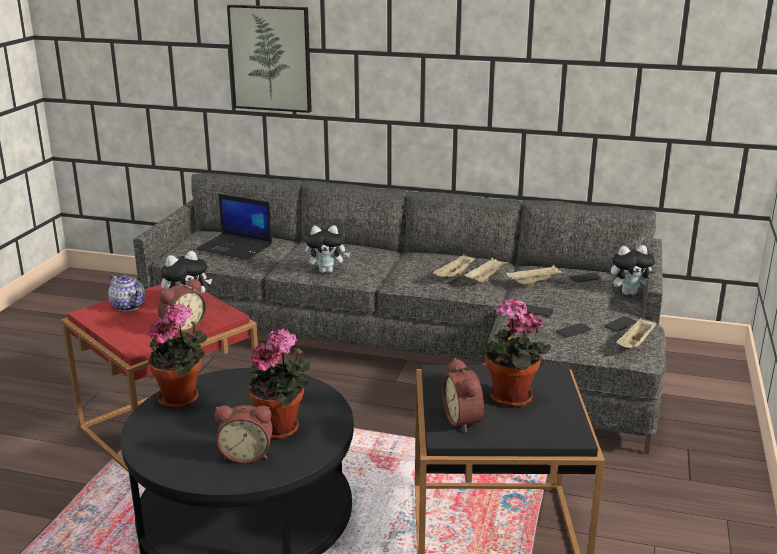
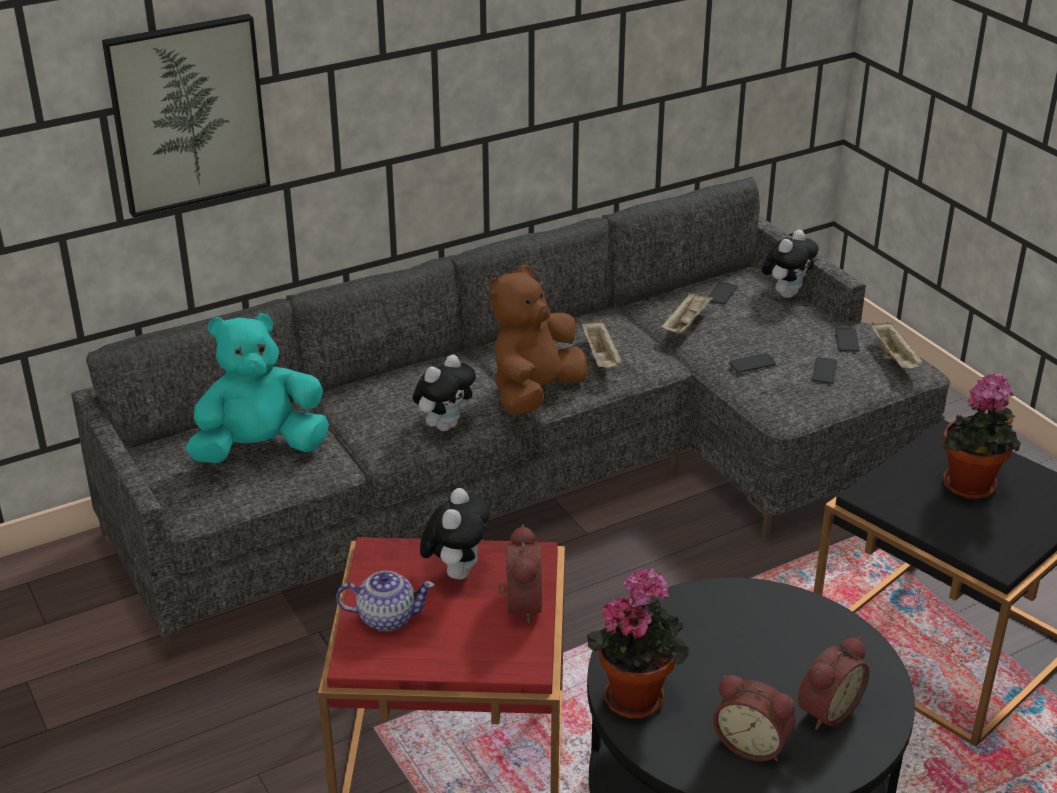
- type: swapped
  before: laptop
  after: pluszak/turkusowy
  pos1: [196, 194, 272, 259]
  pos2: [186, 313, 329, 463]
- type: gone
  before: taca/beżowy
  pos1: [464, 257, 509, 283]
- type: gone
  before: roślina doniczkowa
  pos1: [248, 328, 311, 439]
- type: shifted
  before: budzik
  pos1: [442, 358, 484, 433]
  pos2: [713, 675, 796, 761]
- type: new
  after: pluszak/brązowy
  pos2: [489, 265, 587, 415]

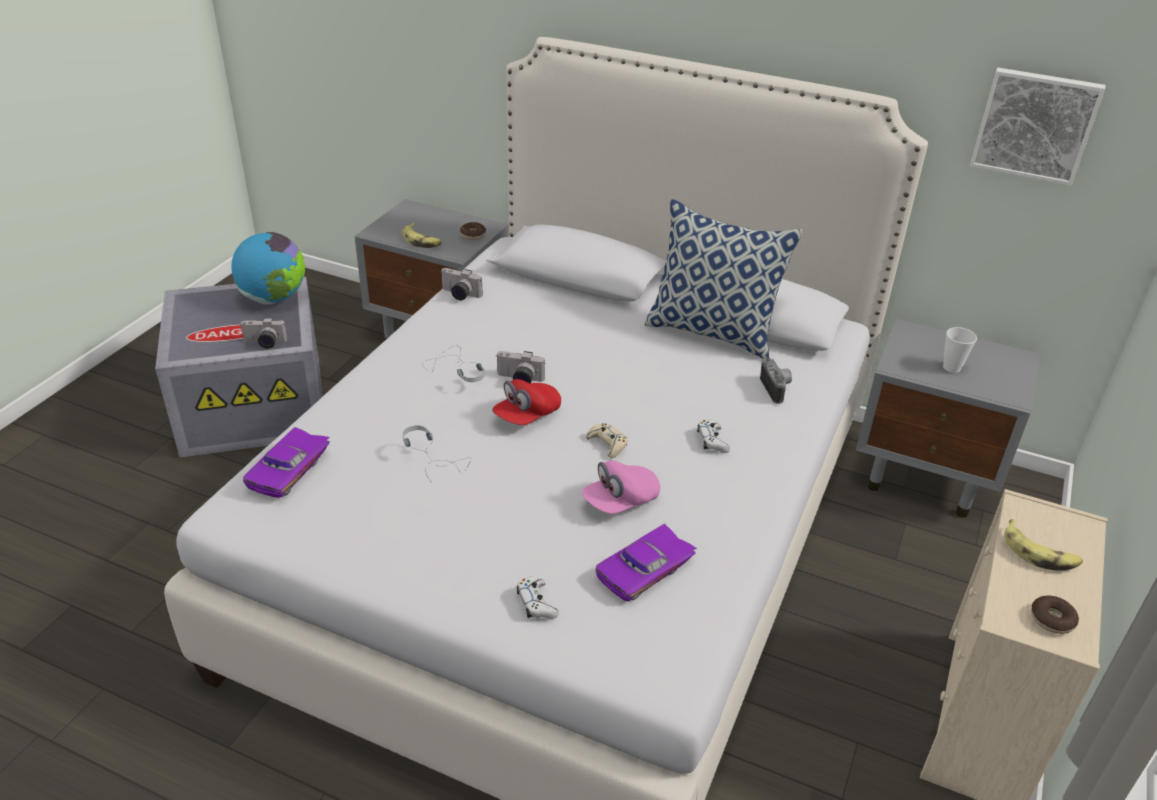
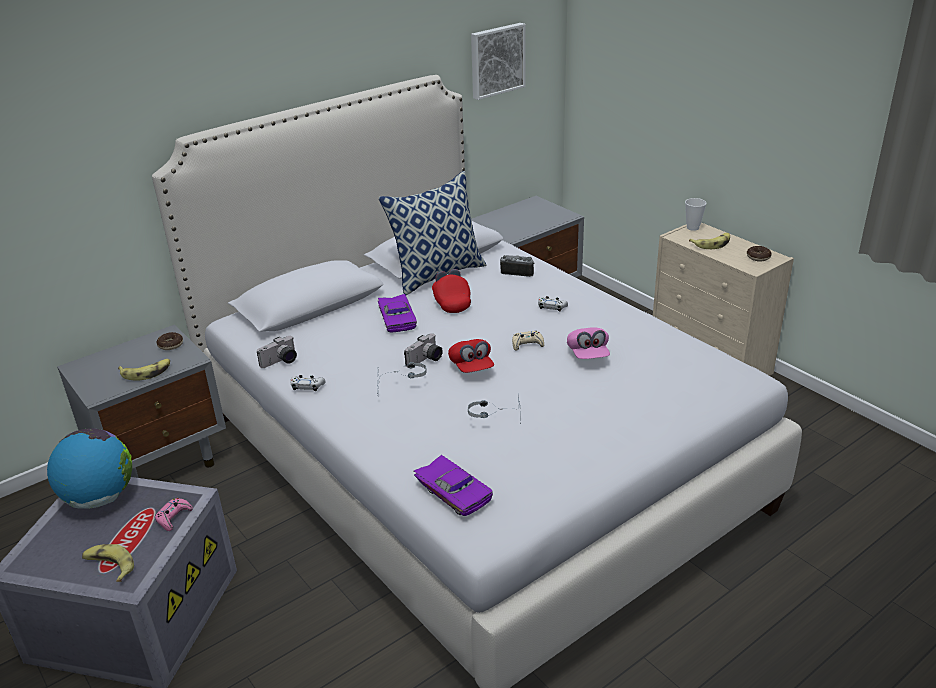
- type: swapped
  before: aparat fotograficzny
  after: pad do gier/różowy
  pos1: [240, 318, 287, 349]
  pos2: [155, 498, 193, 531]
- type: shifted
  before: filiżanka
  pos1: [943, 327, 977, 373]
  pos2: [685, 198, 707, 231]
- type: shifted
  before: samochodzik/fioletowy
  pos1: [595, 524, 697, 601]
  pos2: [378, 294, 417, 333]
- type: shifted
  before: pad do gier/biały
  pos1: [517, 576, 559, 619]
  pos2: [290, 375, 326, 391]
- type: new
  after: czapka z daszkiem/czerwony
  pos2: [432, 269, 471, 313]
- type: new
  after: banan
  pos2: [82, 544, 134, 582]

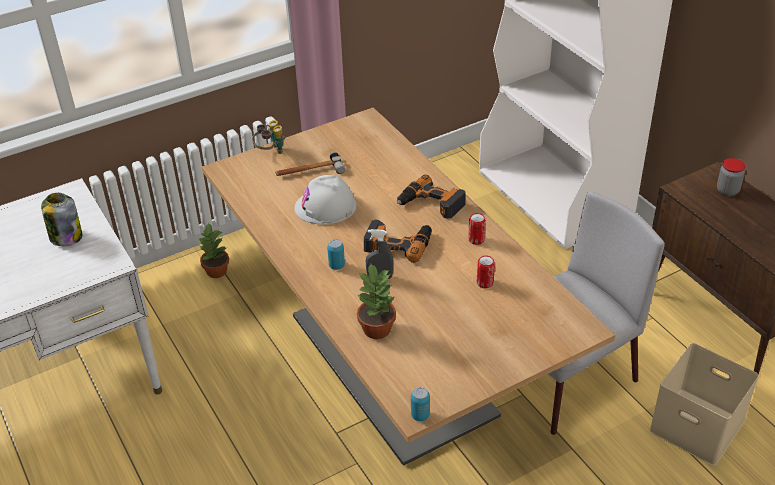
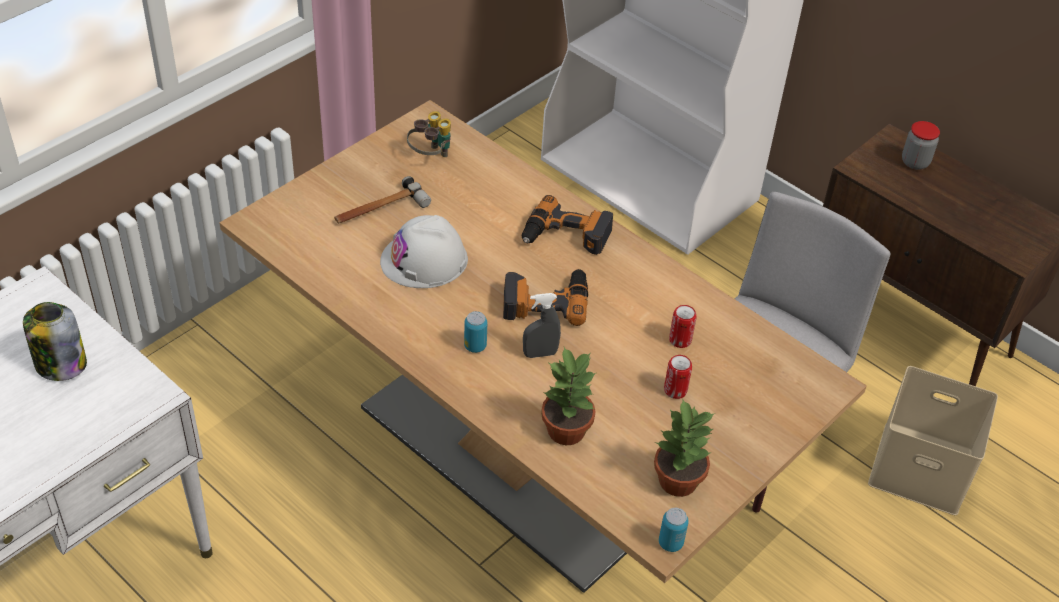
- type: shifted
  before: lornetka
  pos1: [252, 120, 285, 154]
  pos2: [407, 111, 451, 157]
- type: shifted
  before: puszka
  pos1: [468, 213, 486, 245]
  pos2: [664, 355, 692, 399]
- type: shifted
  before: roślina doniczkowa
  pos1: [199, 222, 229, 278]
  pos2: [654, 400, 715, 497]

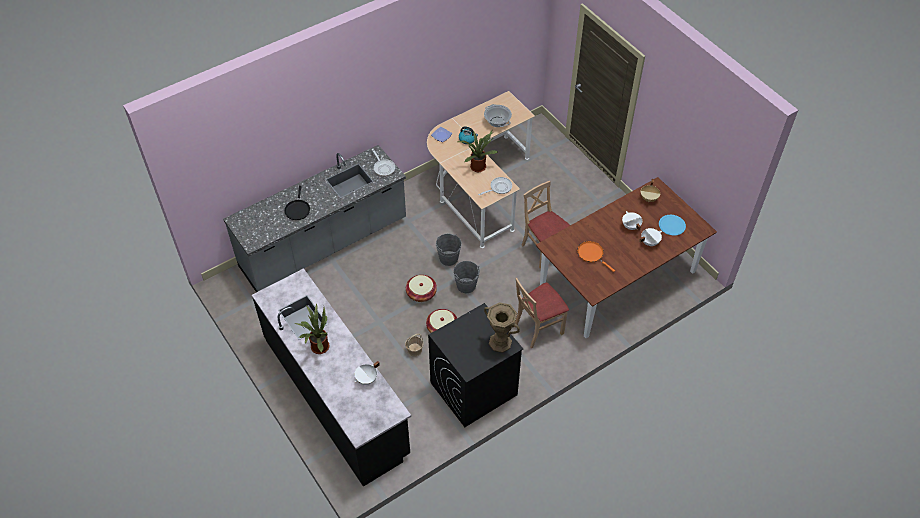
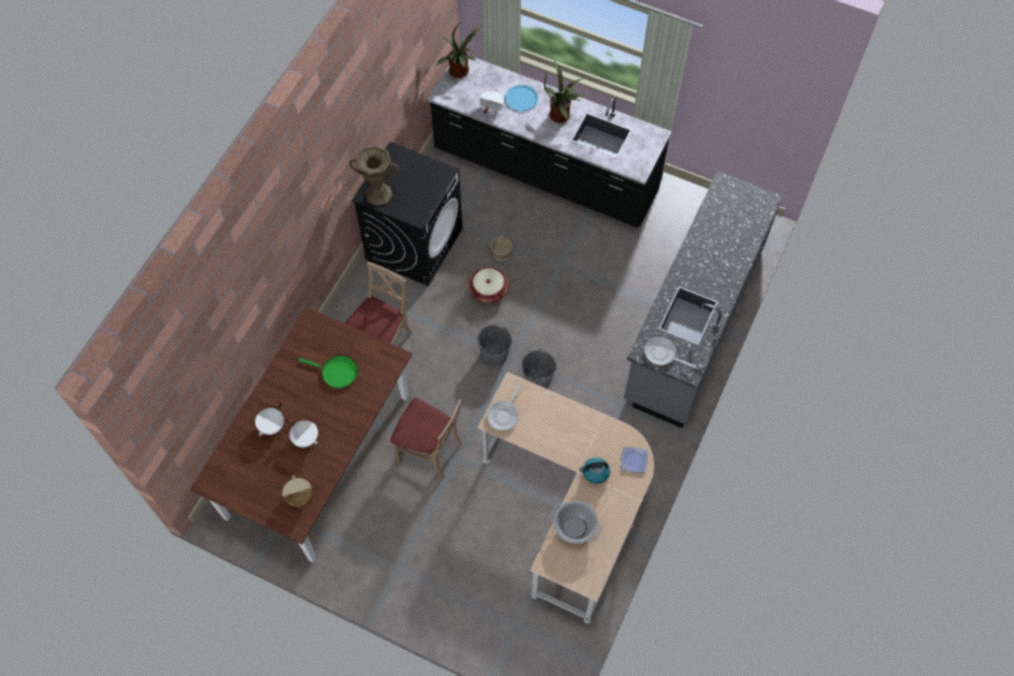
- type: shifted
  before: roślina doniczkowa
  pos1: [457, 131, 499, 172]
  pos2: [436, 22, 481, 78]
- type: gone
  before: patelnia/czarny
  pos1: [284, 186, 310, 220]
- type: shifted
  before: talerz/niebieski
  pos1: [659, 215, 686, 235]
  pos2: [505, 85, 538, 111]
- type: repainted
  before: patelnia/pomarańczowy
  after: patelnia/zielony
  pos1: [577, 241, 615, 272]
  pos2: [298, 356, 358, 388]
- type: gone
  before: koszyk
  pos1: [406, 275, 437, 302]

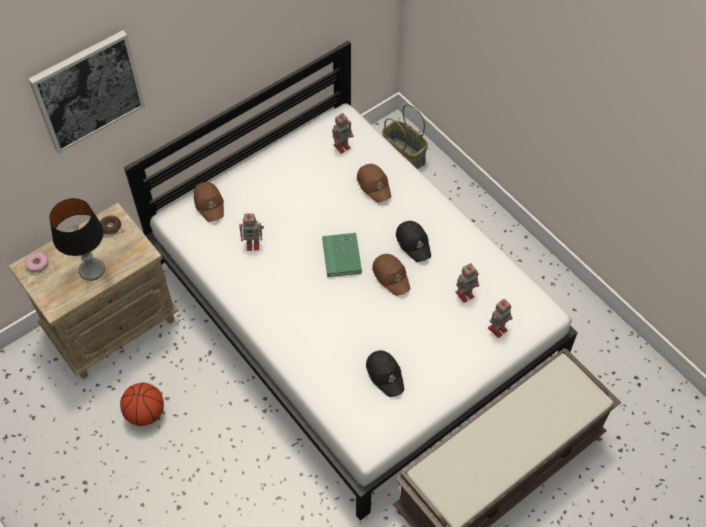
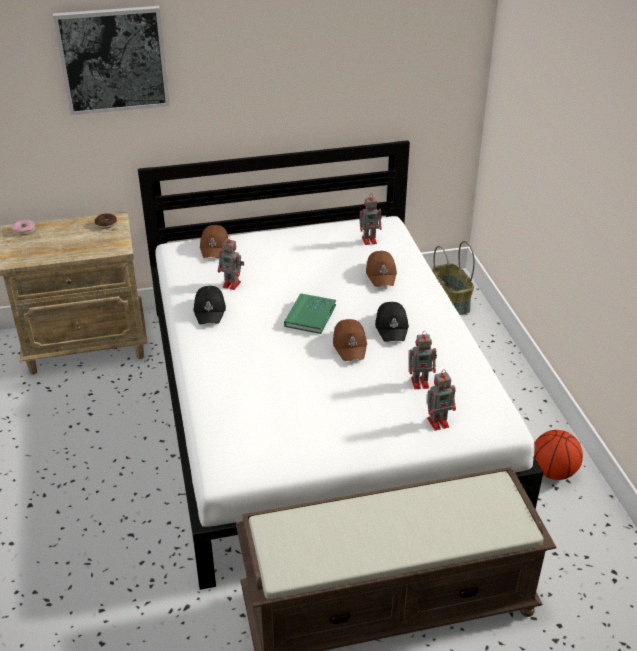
- type: gone
  before: lampa stołowa
  pos1: [49, 198, 105, 281]
- type: shifted
  before: czapka z daszkiem/czarny
  pos1: [366, 350, 404, 397]
  pos2: [193, 286, 226, 325]
- type: shifted
  before: piłka do koszykówki
  pos1: [120, 383, 164, 426]
  pos2: [534, 430, 583, 480]

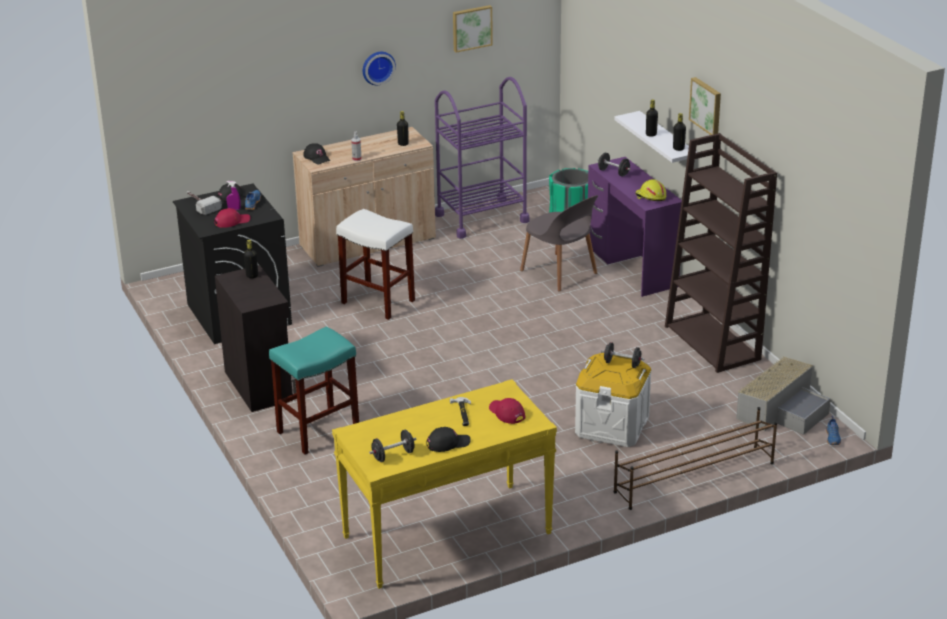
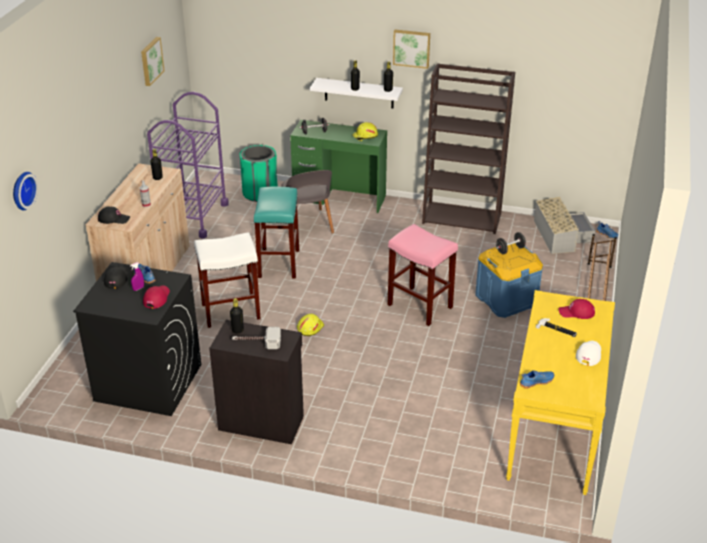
- type: shifted
  before: zegar ścienny
  pos1: [363, 52, 396, 85]
  pos2: [13, 172, 38, 210]
- type: repainted
  before: biurko/fioletowy
  after: biurko/zielony
  pos1: [588, 157, 682, 297]
  pos2: [290, 120, 387, 213]
- type: shifted
  before: młotek
  pos1: [187, 191, 222, 215]
  pos2: [232, 327, 281, 349]
- type: rotated
  before: krzesło/szary
  pos1: [520, 195, 598, 292]
  pos2: [281, 170, 334, 234]
  turn: 75
- type: shifted
  before: stołek/turkusowy
  pos1: [269, 326, 359, 454]
  pos2: [254, 187, 299, 279]
- type: repainted
  before: pojemnik do przechowywania/biały
  after: pojemnik do przechowywania/niebieski
  pos1: [575, 353, 651, 447]
  pos2: [475, 242, 543, 318]
- type: repainted
  before: czapka z daszkiem/czarny
  after: czapka z daszkiem/biały
  pos1: [427, 427, 471, 452]
  pos2: [576, 341, 601, 366]
- type: gone
  before: hantel/czarny
  pos1: [369, 430, 417, 462]
- type: new
  after: stołek/różowy
  pos2: [387, 224, 458, 326]
- type: new
  after: kask/żółty
  pos2: [297, 314, 324, 336]
- type: new
  after: but/niebieski
  pos2: [520, 370, 554, 388]

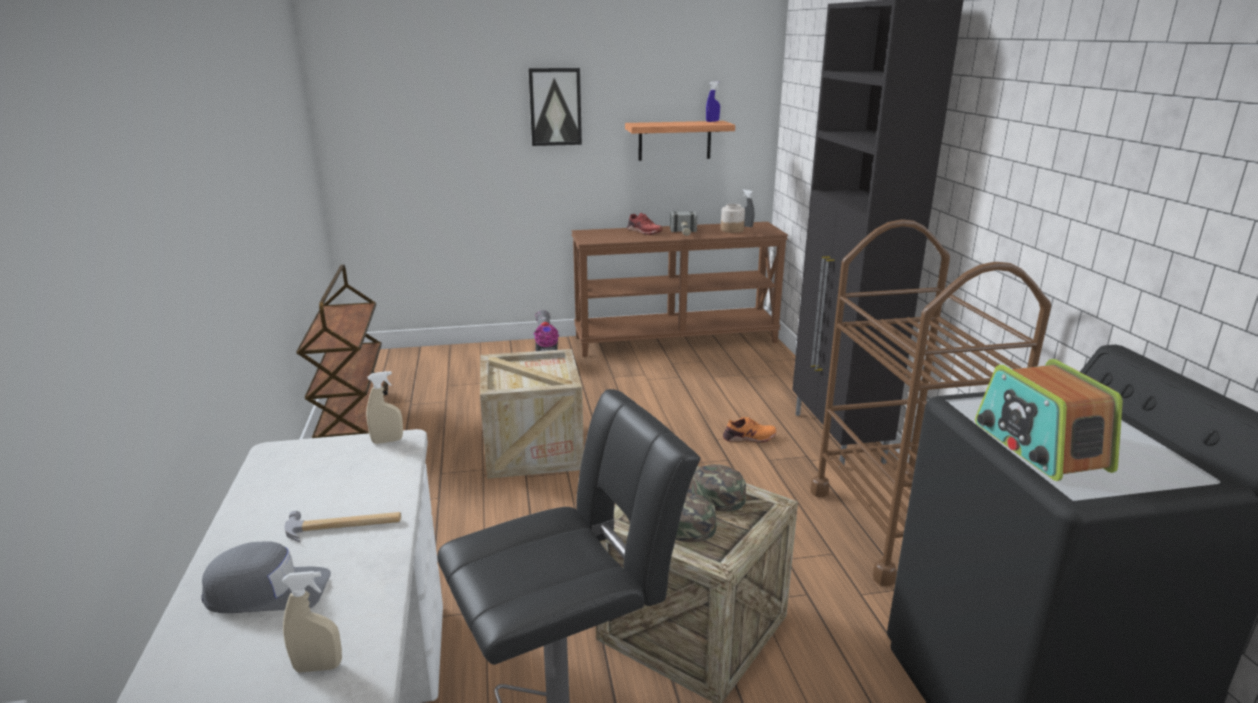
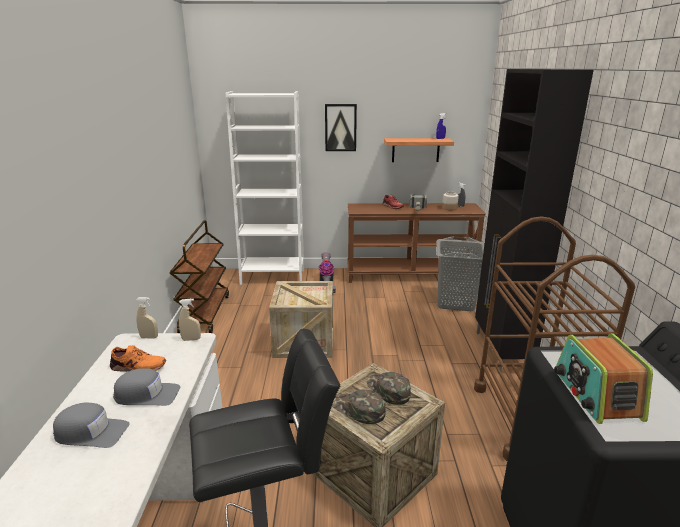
- type: shifted
  before: but/pomarańczowy
  pos1: [723, 417, 776, 443]
  pos2: [110, 345, 166, 372]
- type: swapped
  before: młotek
  after: czapka z daszkiem/szary
  pos1: [285, 511, 401, 543]
  pos2: [113, 368, 180, 406]
- type: shifted
  before: spryskiwacz/beżowy
  pos1: [282, 571, 342, 673]
  pos2: [136, 297, 158, 339]
- type: new
  after: regał/biały
  pos2: [226, 91, 304, 285]
- type: new
  after: kosz na pranie/szary
  pos2: [436, 236, 485, 311]

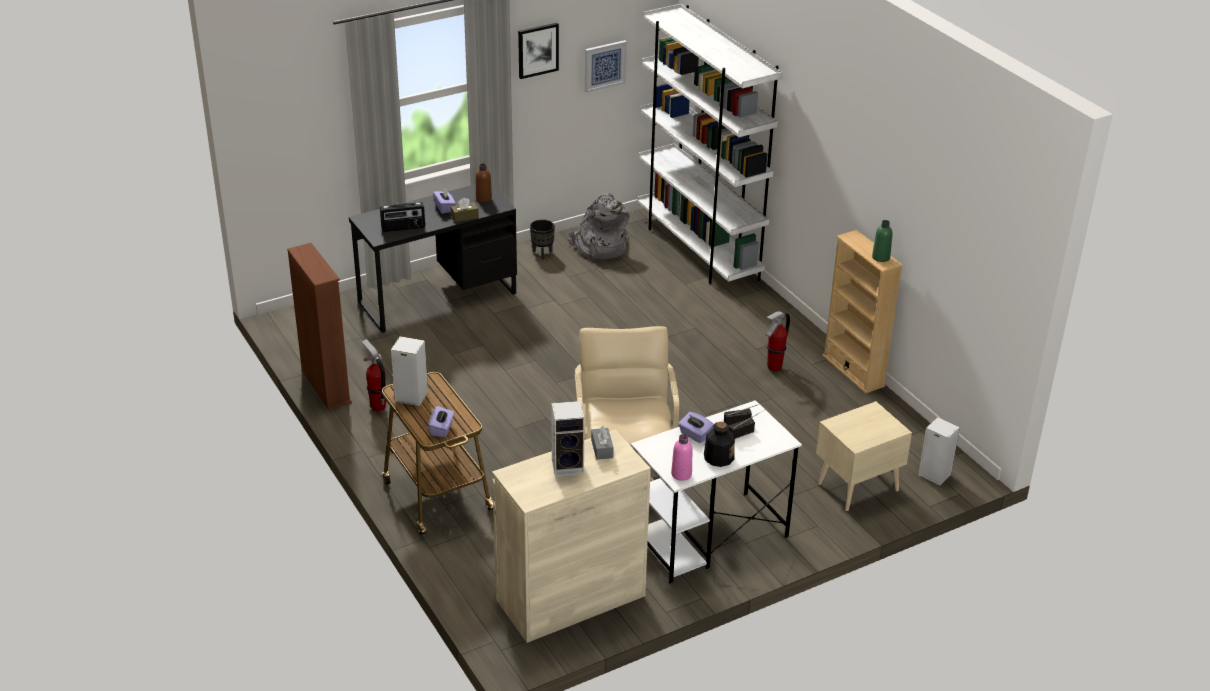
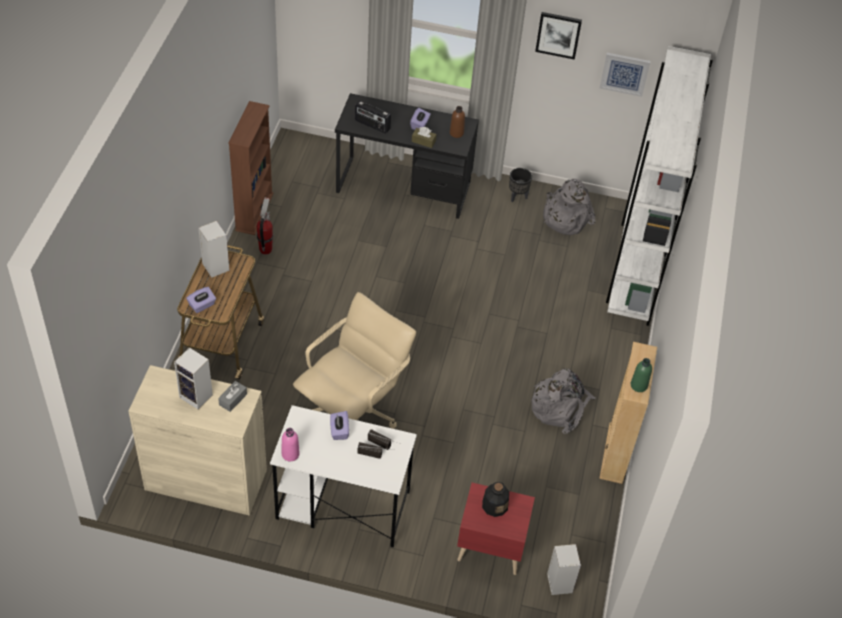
- type: swapped
  before: gaśnica
  after: plecak/szary
  pos1: [765, 311, 790, 371]
  pos2: [532, 368, 596, 434]
- type: repainted
  before: szafka nocna/beżowy
  after: szafka nocna/czerwony
  pos1: [816, 401, 912, 511]
  pos2: [457, 482, 535, 575]
- type: shifted
  before: butelka
  pos1: [704, 422, 735, 467]
  pos2: [482, 482, 509, 517]

